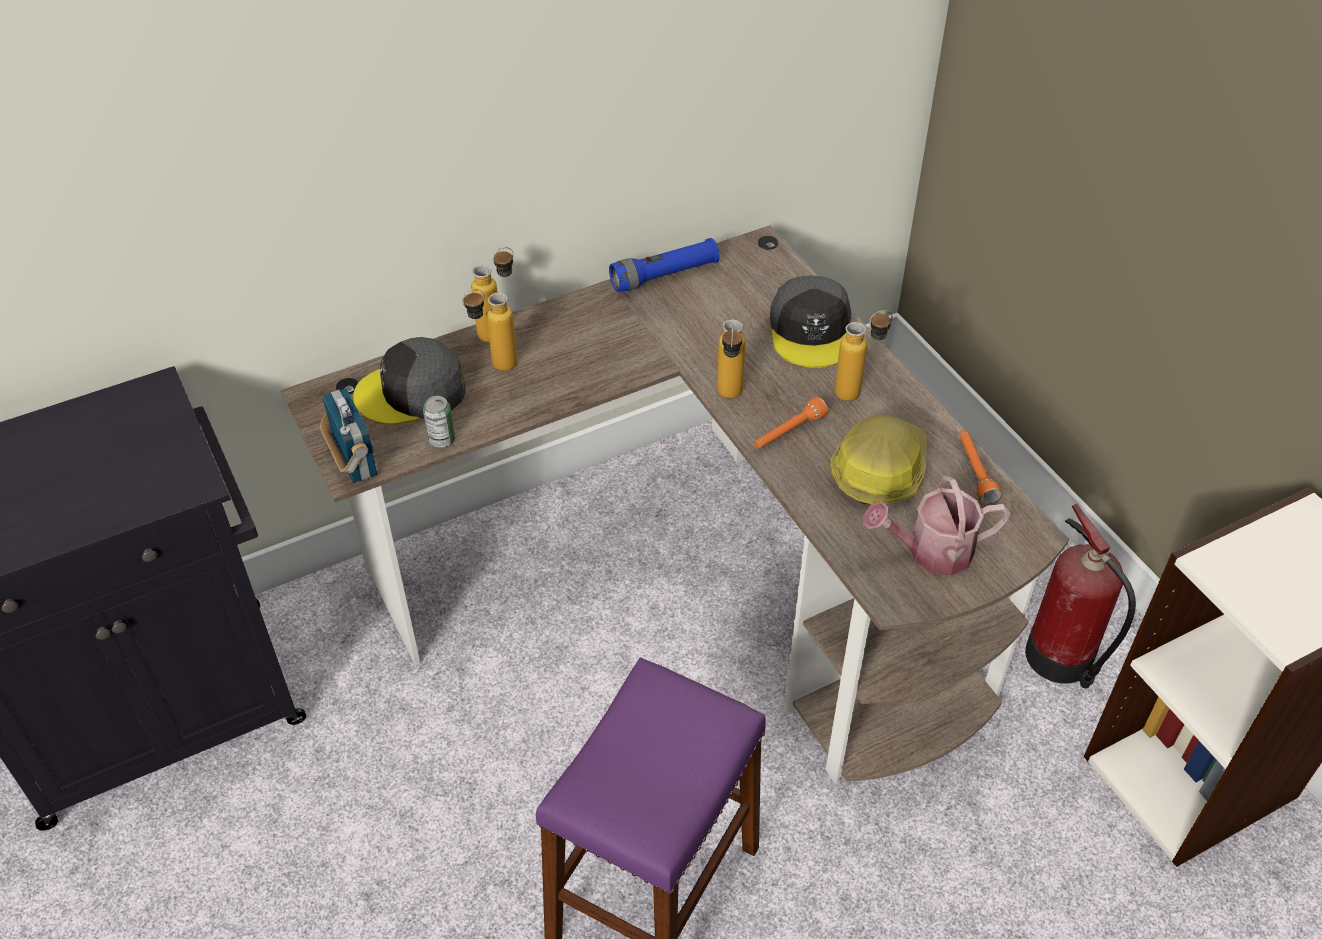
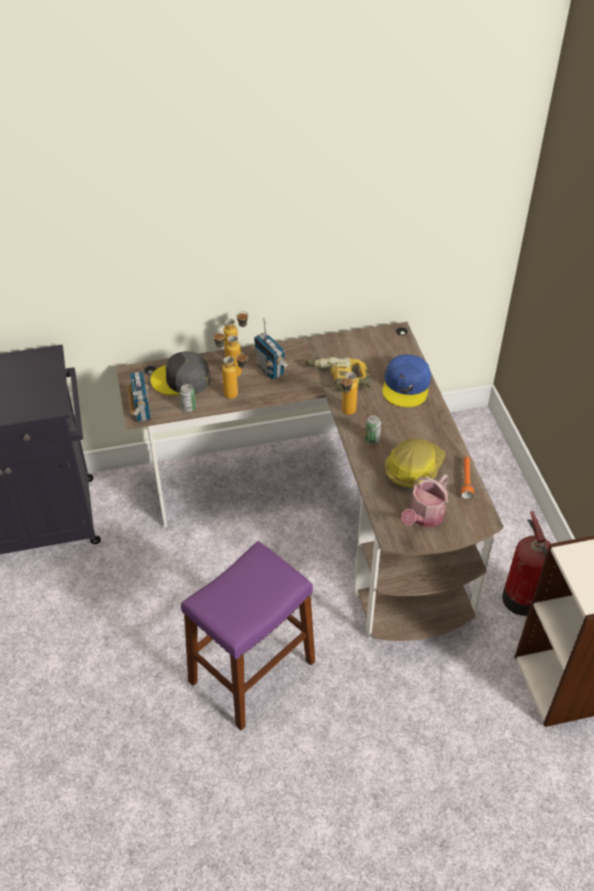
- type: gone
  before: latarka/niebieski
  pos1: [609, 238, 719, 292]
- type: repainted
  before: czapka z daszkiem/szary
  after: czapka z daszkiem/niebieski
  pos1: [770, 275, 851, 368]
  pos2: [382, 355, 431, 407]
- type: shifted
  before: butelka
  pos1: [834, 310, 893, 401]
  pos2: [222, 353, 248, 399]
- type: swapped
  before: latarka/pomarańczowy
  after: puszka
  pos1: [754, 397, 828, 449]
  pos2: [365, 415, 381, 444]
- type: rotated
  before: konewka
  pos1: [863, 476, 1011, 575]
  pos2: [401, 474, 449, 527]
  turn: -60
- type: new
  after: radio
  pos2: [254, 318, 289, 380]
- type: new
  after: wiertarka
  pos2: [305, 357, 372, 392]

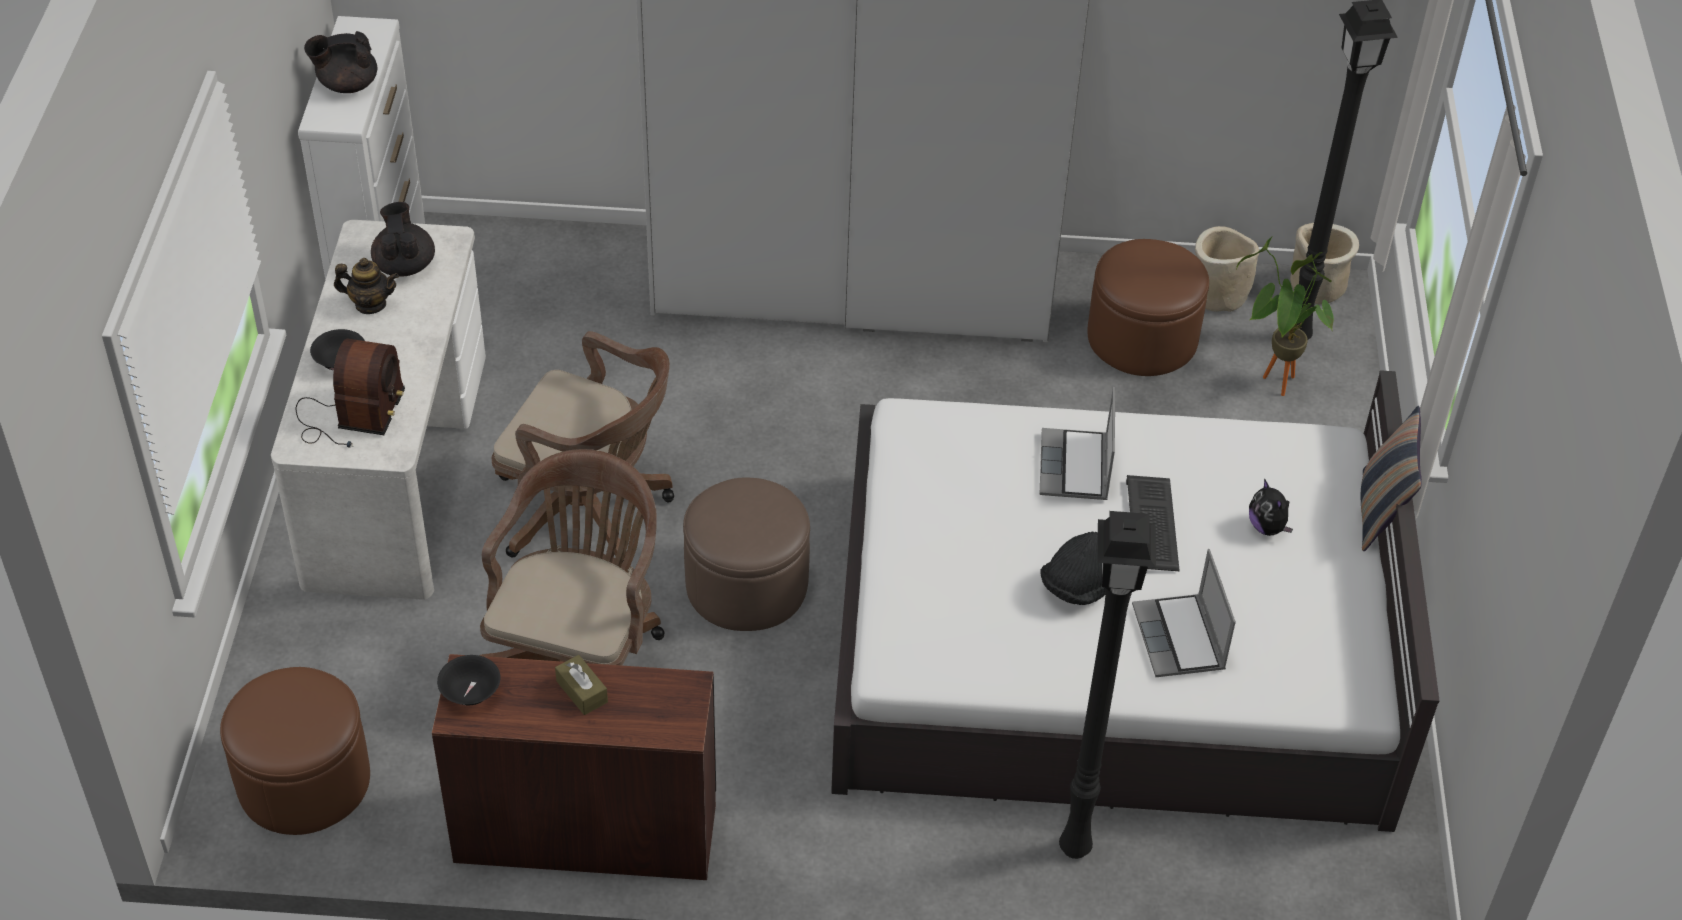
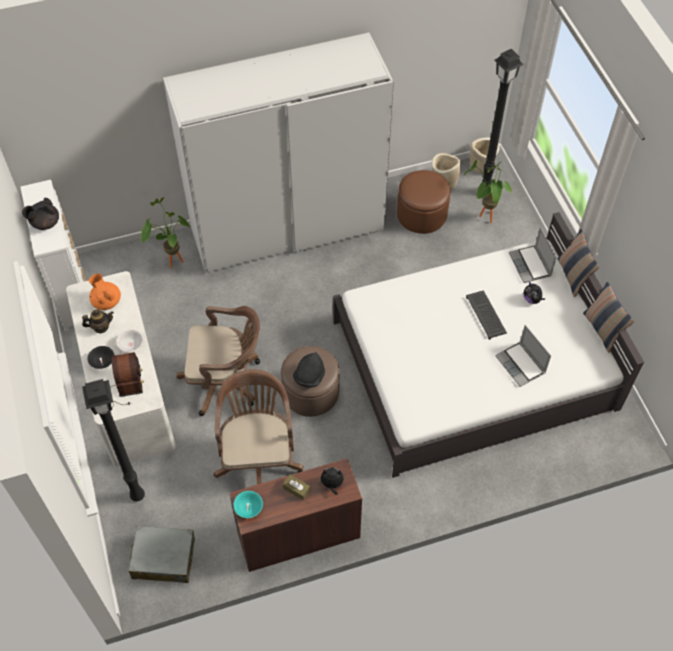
- type: repainted
  before: imbryk/czarny
  after: imbryk/pomarańczowy
  pos1: [371, 202, 435, 277]
  pos2: [89, 273, 121, 310]
- type: shifted
  before: laptop
  pos1: [1039, 387, 1115, 500]
  pos2: [509, 227, 557, 283]
- type: shifted
  before: lampa stojąca/czarny
  pos1: [1059, 511, 1156, 859]
  pos2: [82, 379, 145, 501]
- type: shifted
  before: kapelusz/czarny
  pos1: [1040, 531, 1106, 605]
  pos2: [293, 353, 325, 388]
- type: repainted
  before: miska/czarny
  after: miska/turkusowy
  pos1: [437, 655, 501, 705]
  pos2: [233, 491, 263, 518]
- type: swapped
  before: pufa/brązowy
  after: walizka/szary
  pos1: [220, 667, 370, 835]
  pos2: [129, 526, 195, 583]
- type: new
  after: roślina doniczkowa
  pos2: [141, 197, 190, 268]
- type: new
  after: poduszka
  pos2: [583, 282, 634, 352]
- type: new
  after: miska/biały
  pos2: [116, 329, 143, 352]
- type: new
  after: pluszak
  pos2: [318, 467, 344, 495]

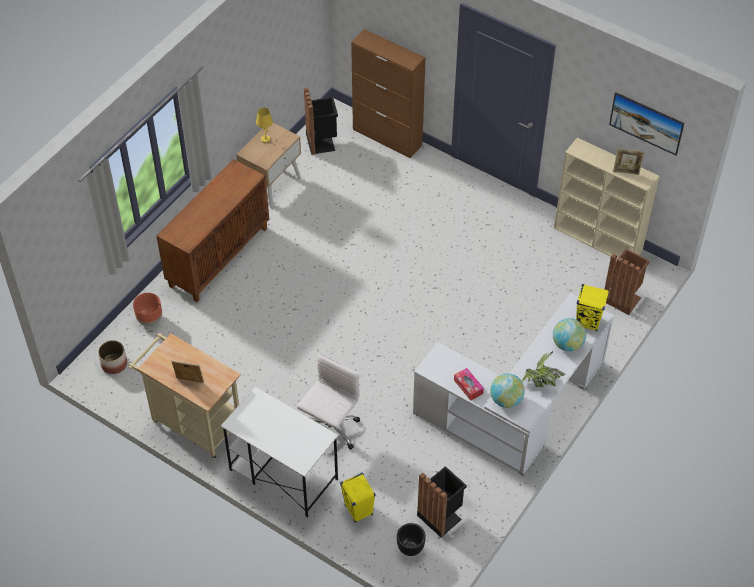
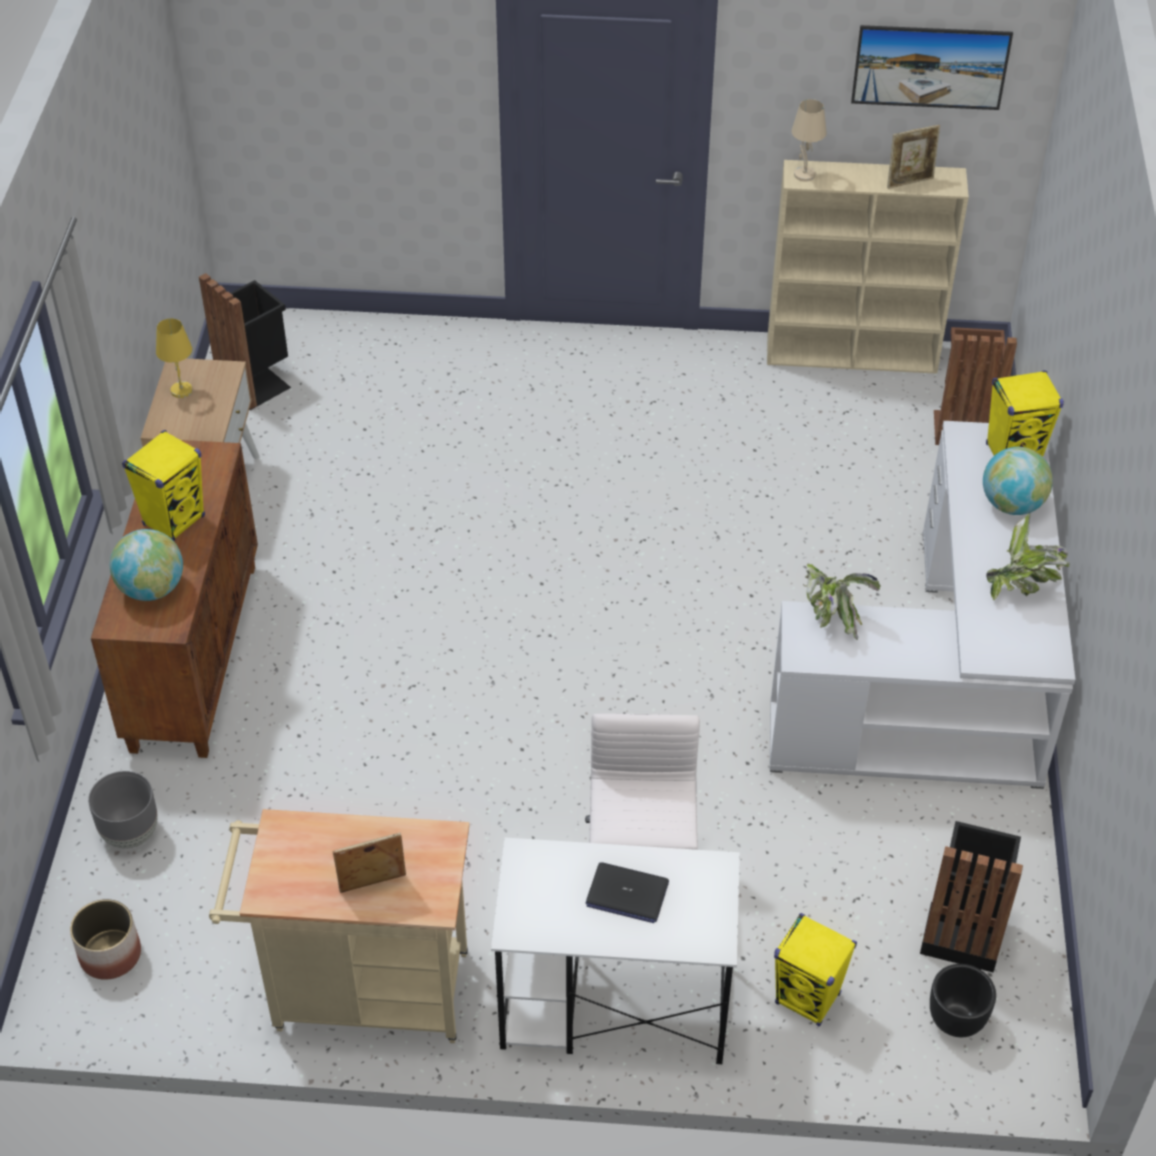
- type: gone
  before: szafka/brązowy
  pos1: [351, 29, 426, 158]
- type: repainted
  before: donica/brązowy
  after: donica/szary
  pos1: [133, 293, 162, 326]
  pos2: [88, 771, 158, 849]
- type: gone
  before: pudełko chusteczek
  pos1: [454, 368, 484, 401]
- type: shifted
  before: globus
  pos1: [490, 373, 525, 408]
  pos2: [110, 529, 183, 601]
- type: new
  after: lampa stołowa/beżowy
  pos2: [791, 99, 827, 182]
- type: new
  after: głośnik/żółty
  pos2: [122, 430, 205, 541]
- type: new
  after: roślina doniczkowa
  pos2: [803, 564, 881, 640]
- type: new
  after: laptop
  pos2: [586, 862, 669, 923]

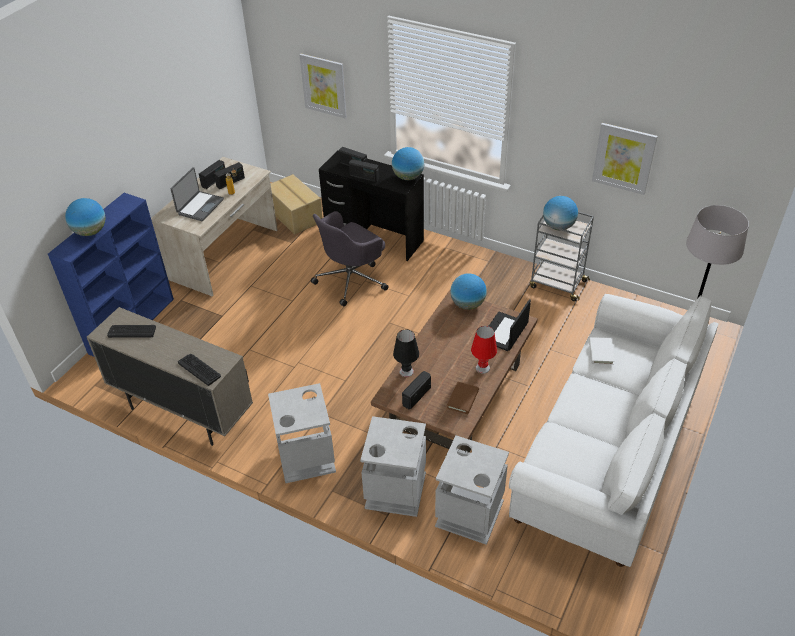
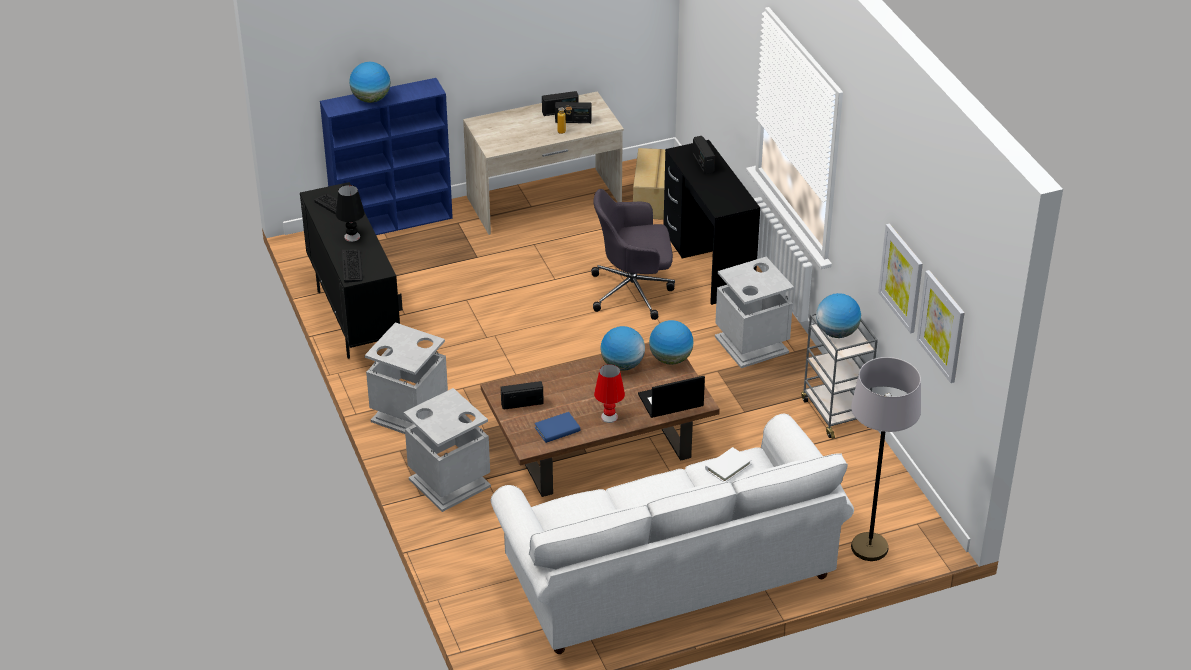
- type: shifted
  before: obraz
  pos1: [299, 54, 347, 119]
  pos2: [917, 270, 965, 383]
- type: shifted
  before: globus
  pos1: [392, 147, 424, 180]
  pos2: [600, 326, 645, 371]
- type: gone
  before: radio
  pos1: [349, 159, 379, 182]
- type: gone
  before: laptop
  pos1: [171, 167, 224, 221]
- type: repainted
  before: szafka/beżowy
  after: szafka/czarny
  pos1: [87, 307, 253, 446]
  pos2: [300, 182, 403, 359]
- type: shifted
  before: lampa stołowa/czarny
  pos1: [393, 330, 419, 377]
  pos2: [336, 185, 364, 242]
- type: repainted
  before: książka/brązowy
  after: książka/niebieski
  pos1: [447, 382, 479, 414]
  pos2: [535, 412, 580, 443]
- type: shifted
  before: kosz na śmieci/szary
  pos1: [435, 435, 509, 545]
  pos2: [715, 257, 794, 368]

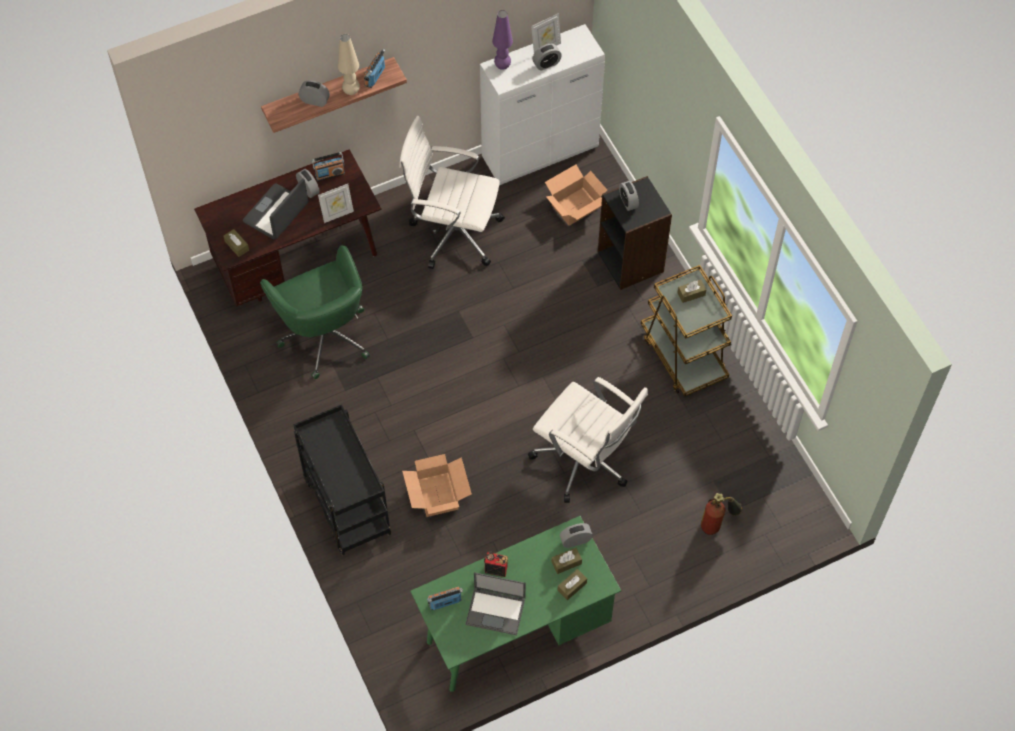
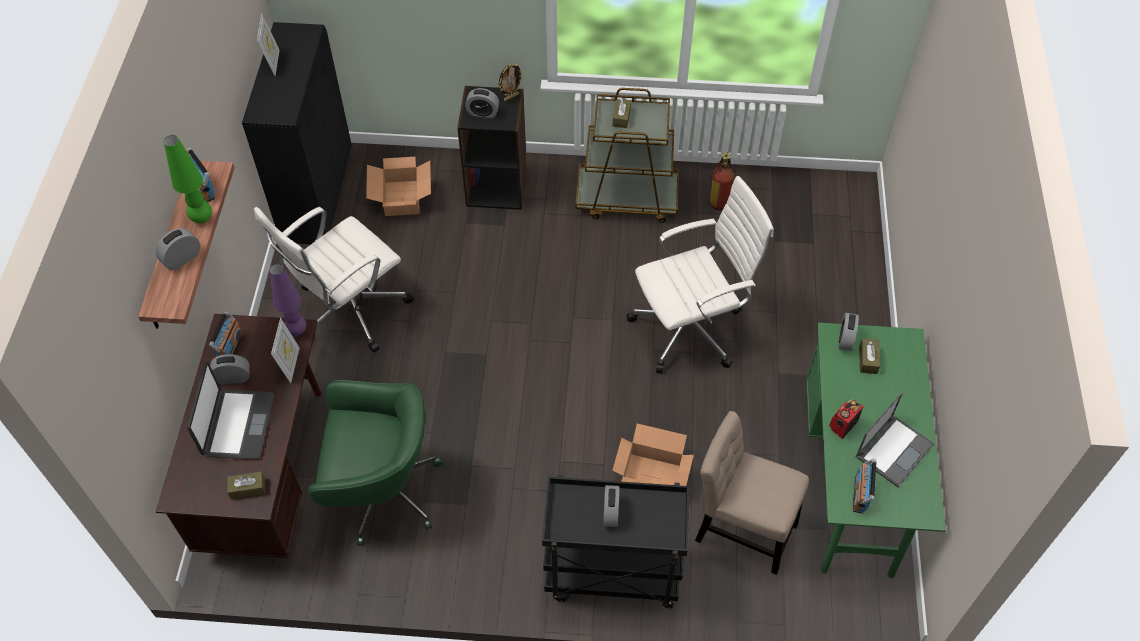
- type: shifted
  before: lampa stołowa/fioletowy
  pos1: [492, 10, 513, 70]
  pos2: [270, 264, 306, 336]
- type: repainted
  before: szafka/biały
  after: szafka/czarny
  pos1: [480, 24, 605, 185]
  pos2: [242, 22, 352, 244]
- type: repainted
  before: lampa stołowa/beżowy
  after: lampa stołowa/zielony
  pos1: [338, 34, 360, 95]
  pos2: [164, 135, 212, 223]
- type: shifted
  before: budzik
  pos1: [532, 44, 562, 71]
  pos2: [603, 485, 619, 527]
- type: rotated
  before: laptop
  pos1: [243, 179, 308, 239]
  pos2: [187, 362, 274, 459]
  turn: -150
- type: shifted
  before: gaśnica
  pos1: [701, 493, 743, 535]
  pos2: [710, 152, 734, 211]
- type: gone
  before: pudełko chusteczek/brązowy
  pos1: [558, 569, 587, 600]
- type: new
  after: ramka na zdjęcie
  pos2: [498, 64, 523, 101]
- type: new
  after: krzesło/beżowy
  pos2: [695, 411, 809, 575]

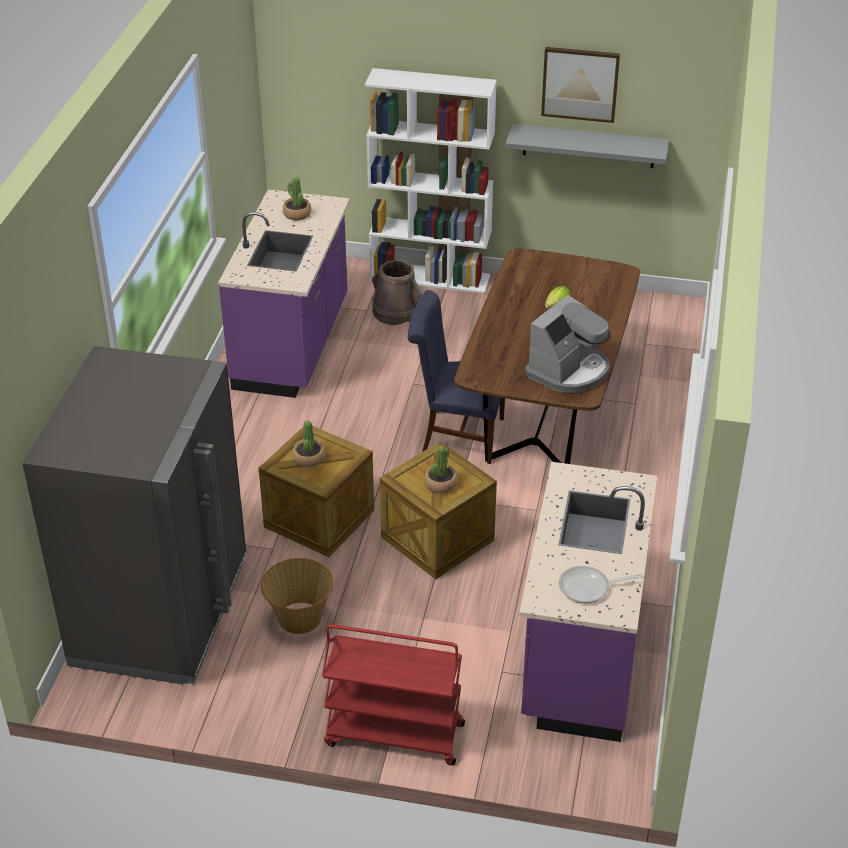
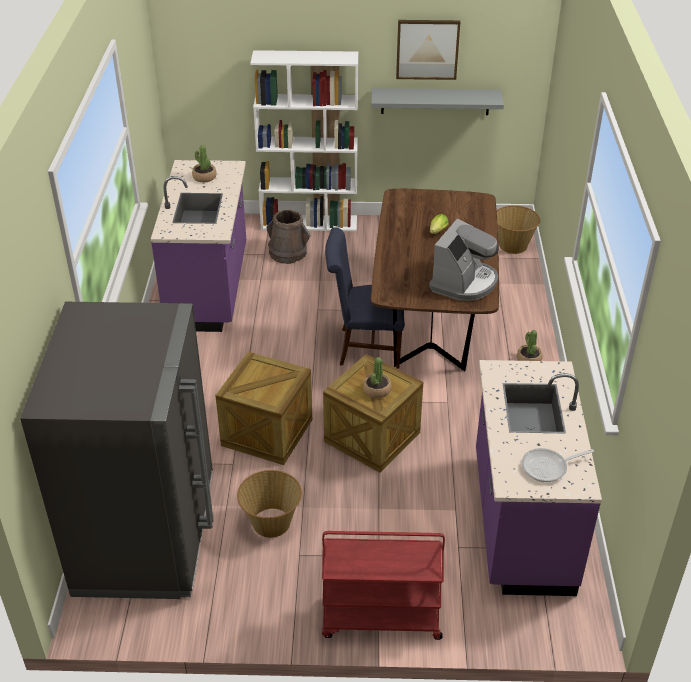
- type: shifted
  before: roślina doniczkowa
  pos1: [292, 420, 325, 467]
  pos2: [517, 330, 543, 361]
- type: new
  after: koszyk
  pos2: [497, 205, 540, 254]

